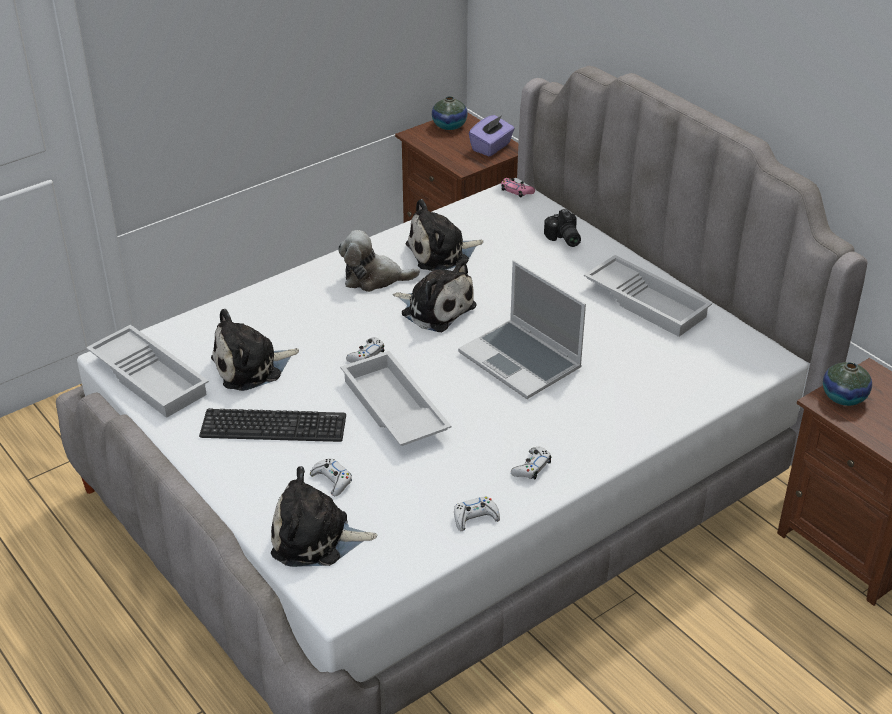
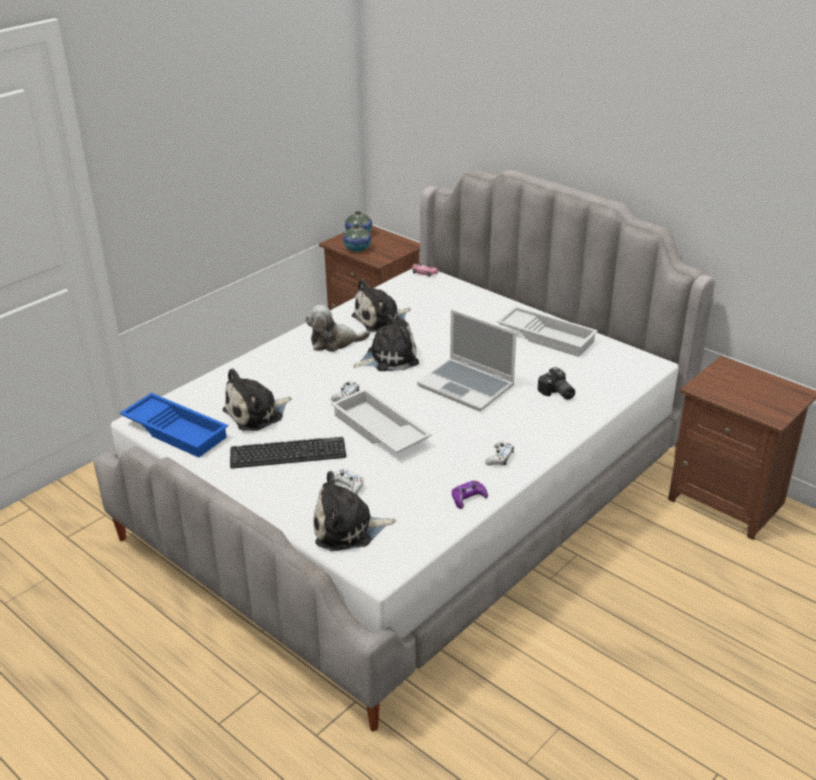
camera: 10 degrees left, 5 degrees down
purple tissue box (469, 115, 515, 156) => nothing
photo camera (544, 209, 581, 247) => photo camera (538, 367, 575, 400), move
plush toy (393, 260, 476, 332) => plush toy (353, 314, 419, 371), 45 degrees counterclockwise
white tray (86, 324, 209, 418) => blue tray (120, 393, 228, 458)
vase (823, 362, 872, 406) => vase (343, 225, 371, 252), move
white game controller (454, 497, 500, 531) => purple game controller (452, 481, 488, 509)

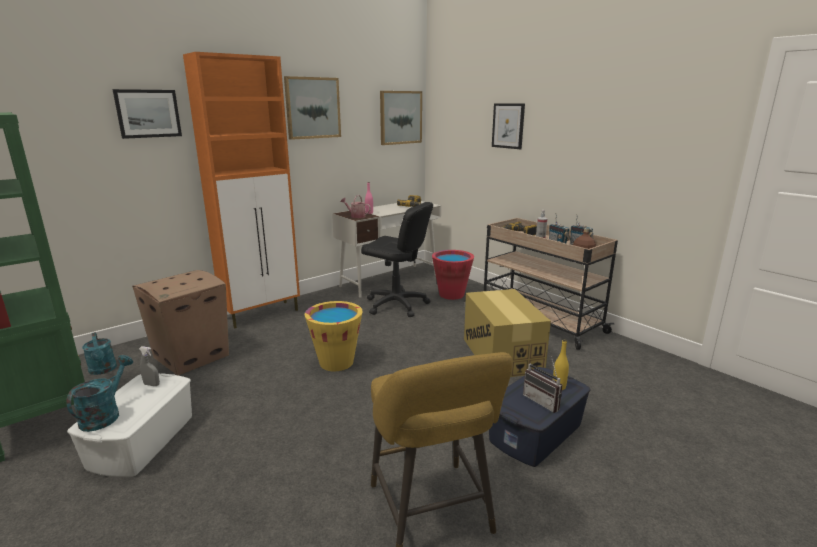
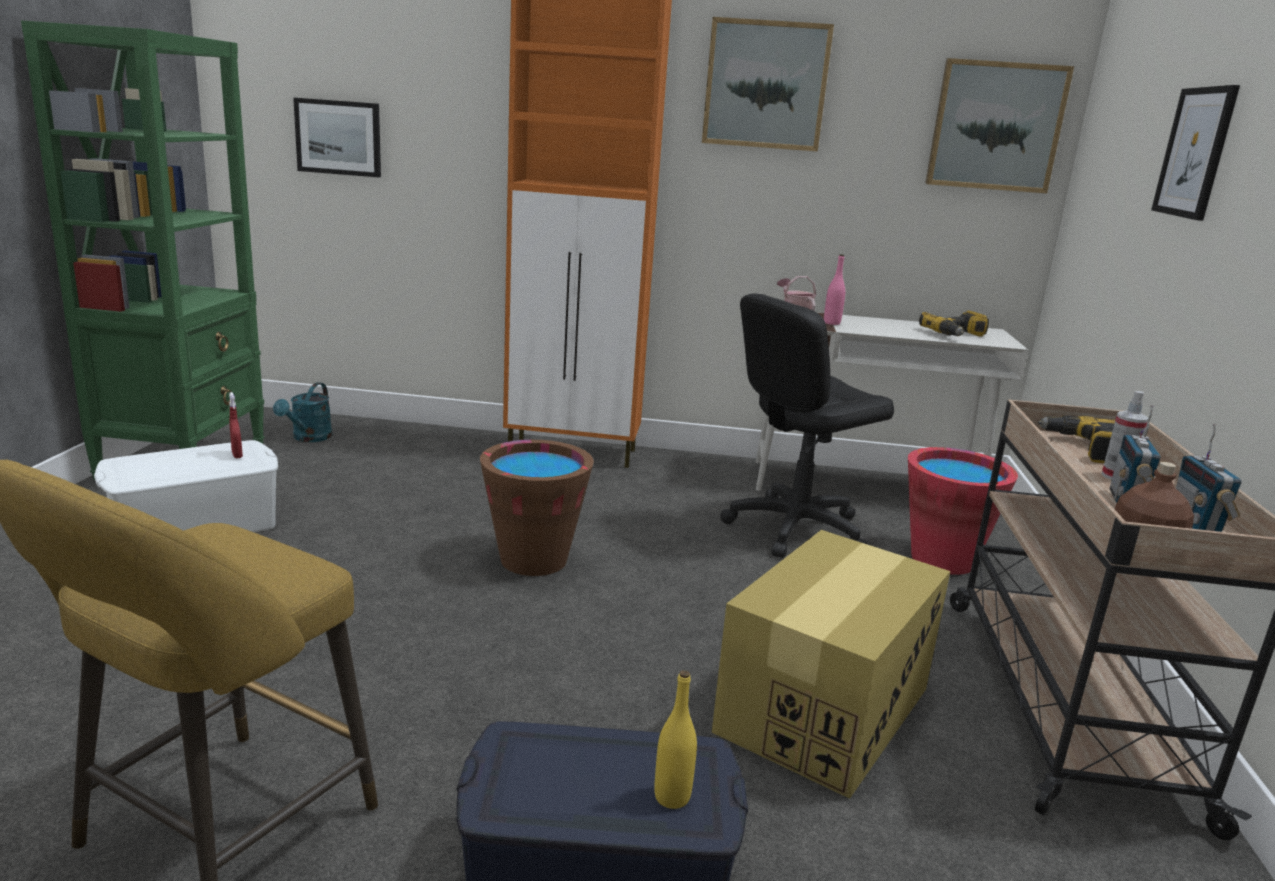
camera: 45 degrees right, 0 degrees up
picture (112, 89, 182, 139) => picture (293, 98, 381, 177), move
black office chair (361, 202, 433, 317) => black office chair (720, 293, 894, 558), 75 degrees clockwise
cardboard box (132, 270, 229, 376) => nothing
yellow bucket (305, 301, 363, 371) => brown bucket (480, 440, 594, 576)
grey spray bottle (139, 346, 160, 386) => red spray bottle (229, 392, 243, 458)
turquoise watering can (66, 355, 133, 432) => nothing
radio (523, 356, 562, 413) => nothing

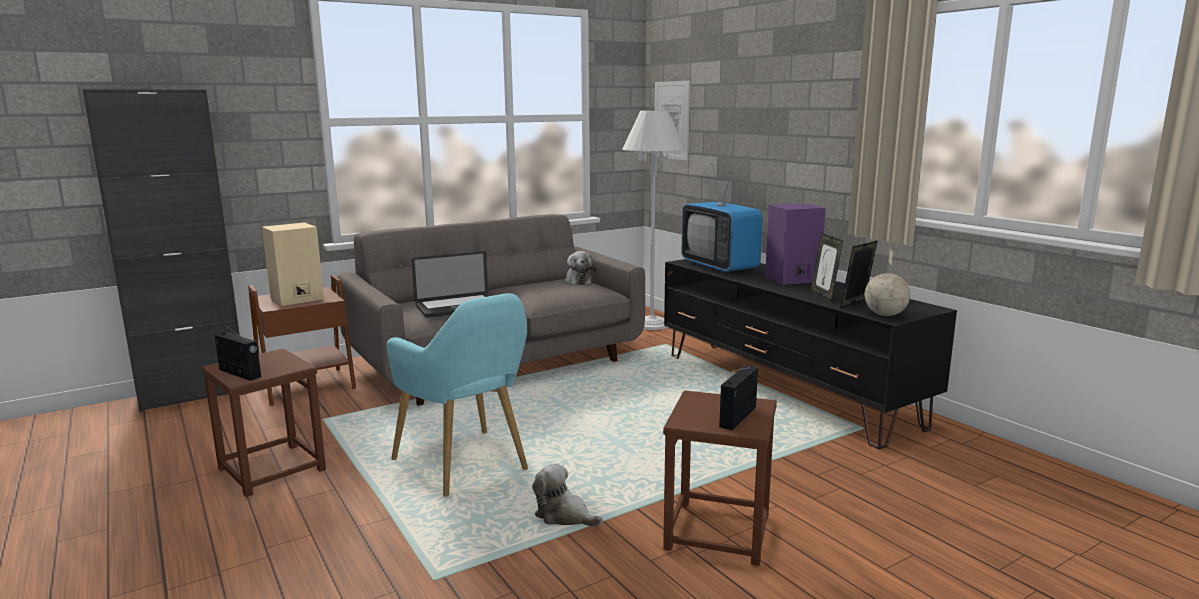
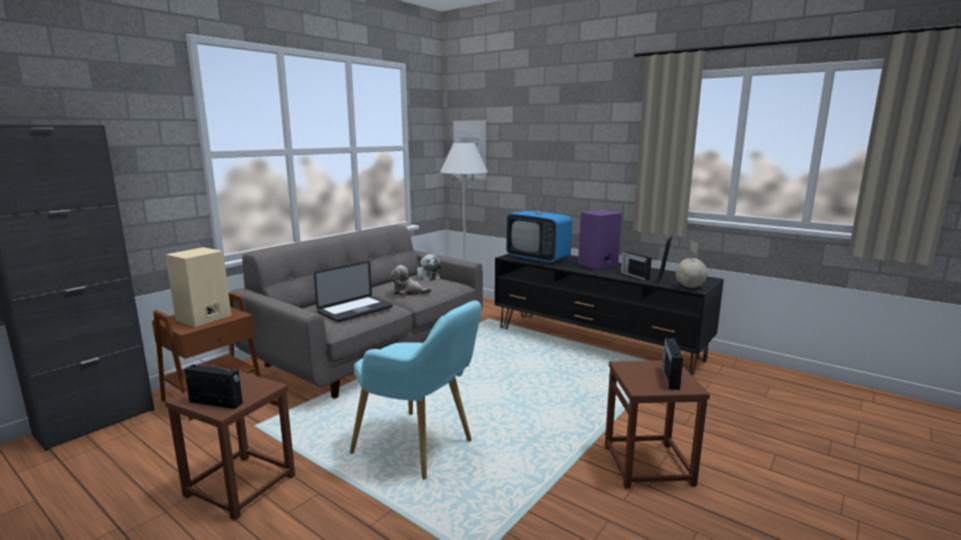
camera: 20 degrees left, 0 degrees up
picture frame (810, 233, 843, 302) => radio (621, 251, 652, 280)
plush toy (532, 463, 603, 527) => plush toy (391, 265, 432, 296), move

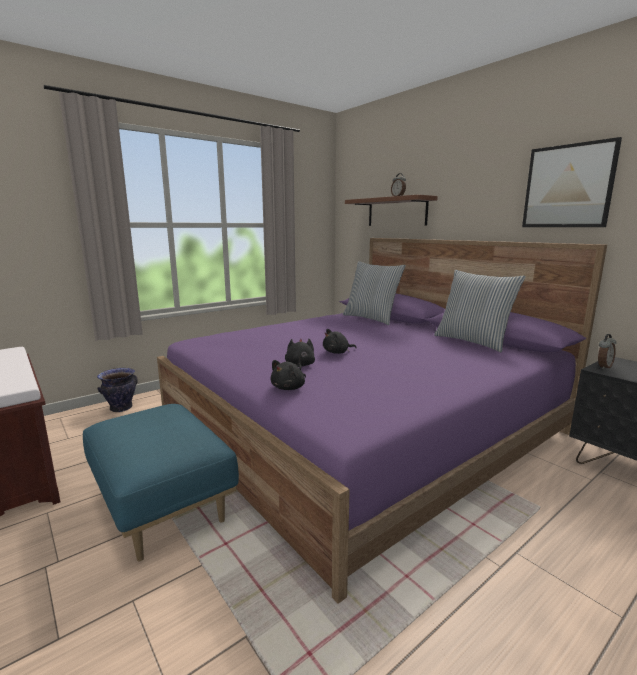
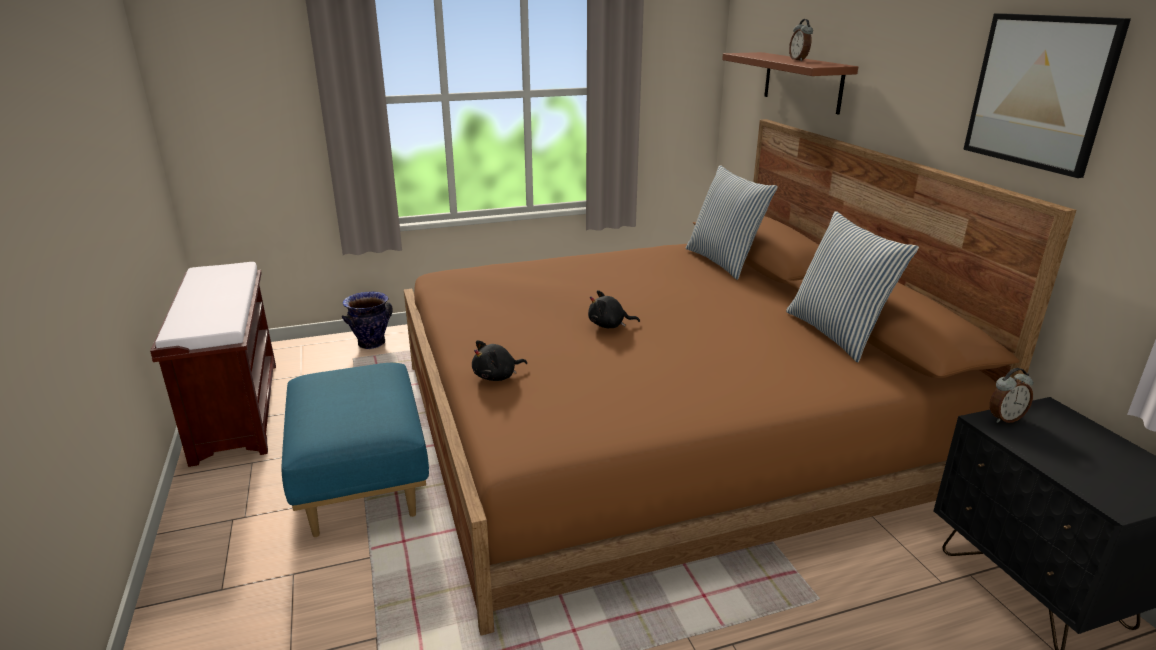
camera: 20 degrees right, 10 degrees up
purple bed (157, 238, 607, 604) => brown bed (404, 119, 1076, 636)
black plush toy (285, 339, 315, 370) => nothing

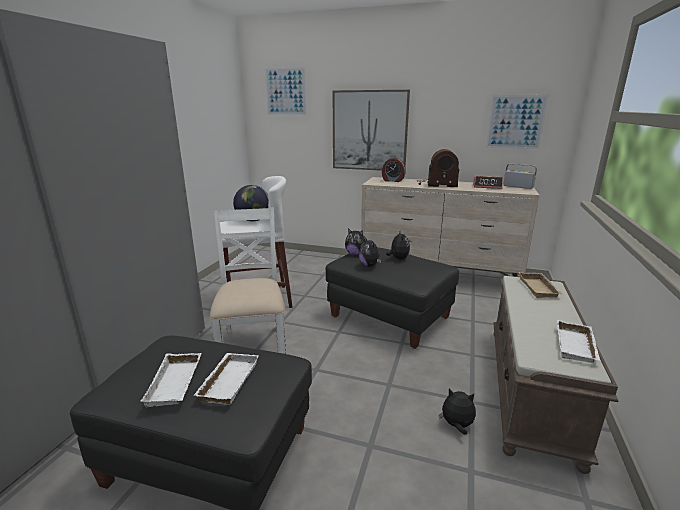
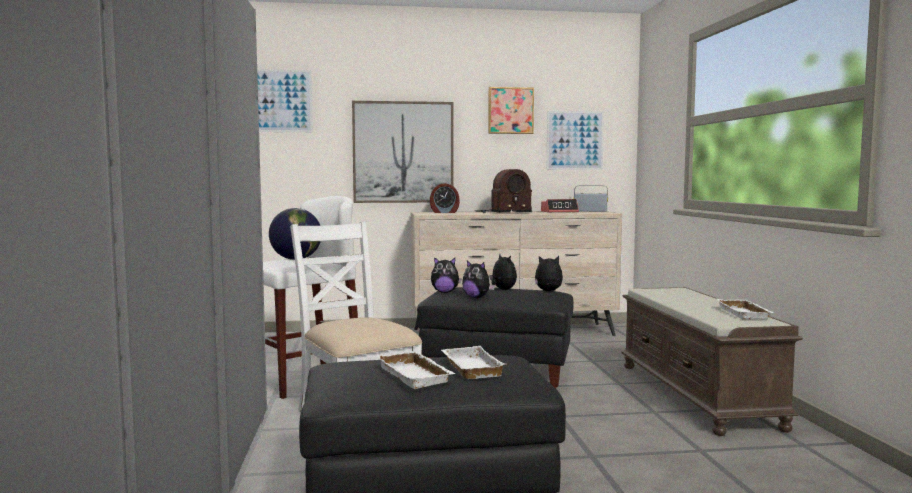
camera: 25 degrees left, 15 degrees down
beige tray (519, 272, 562, 298) => nothing
plush toy (439, 389, 476, 434) => plush toy (535, 256, 563, 291), move
nothing => picture (488, 87, 534, 134)

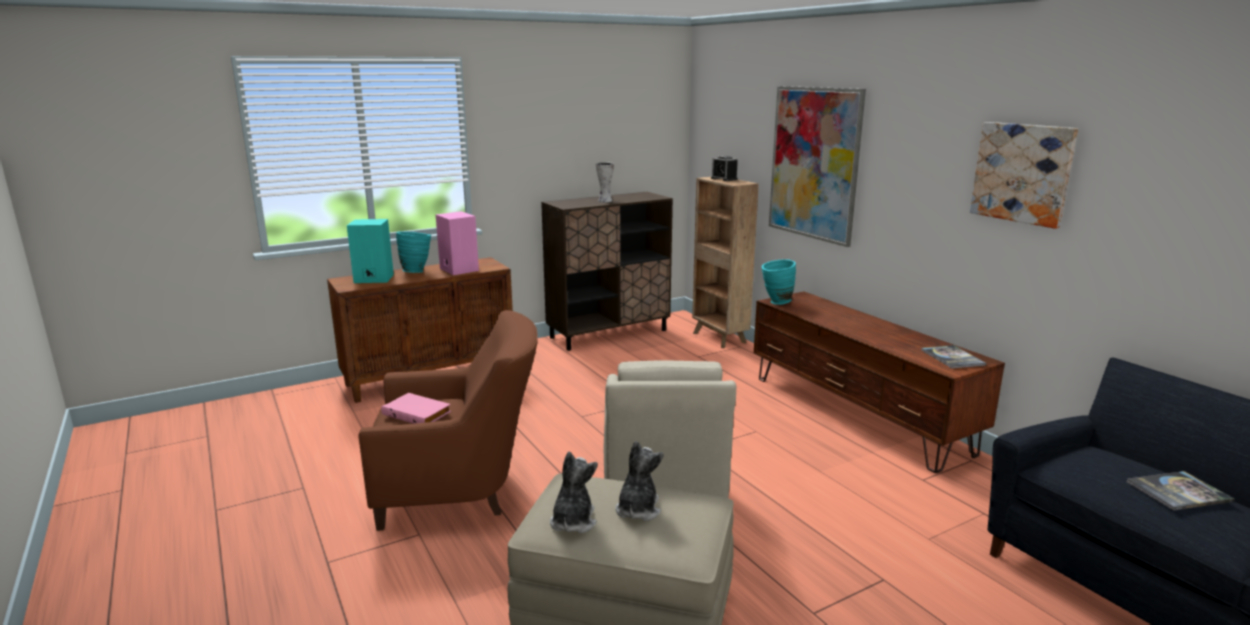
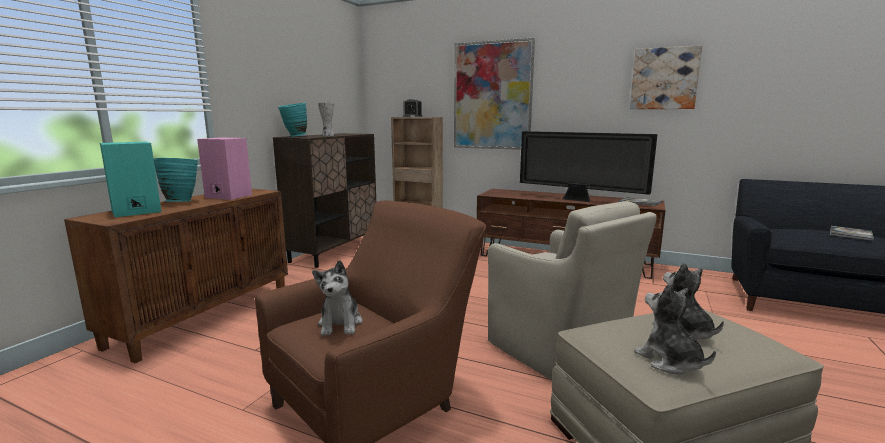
camera: 35 degrees left, 5 degrees down
turquoise vase (762, 260, 796, 305) => turquoise vase (278, 103, 307, 137), move
pink book (381, 393, 451, 424) => plush toy (312, 260, 363, 336)
nothing => television (520, 131, 657, 202)

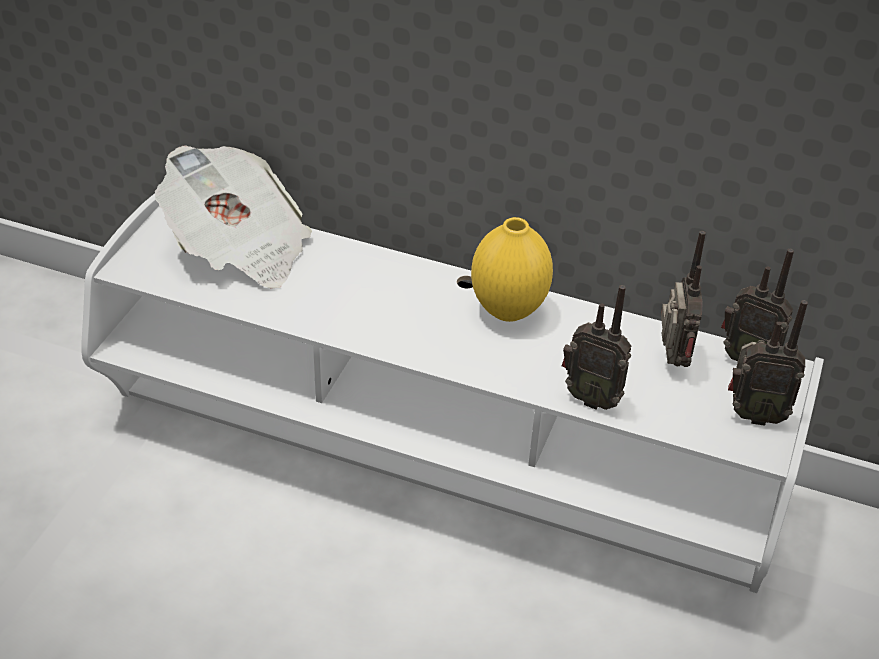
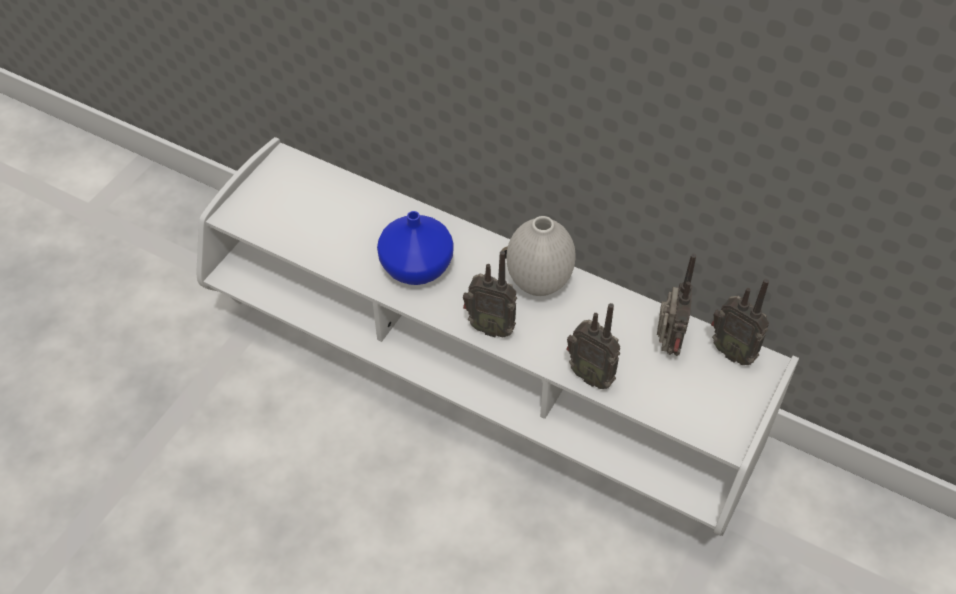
camera: 10 degrees right, 10 degrees up
newspaper (155, 145, 312, 289) => nothing
yellow vase (471, 217, 553, 322) => white vase (506, 216, 576, 296)
radio (728, 300, 808, 426) => radio (463, 251, 517, 338), move
nothing => blue vase (377, 211, 454, 285)

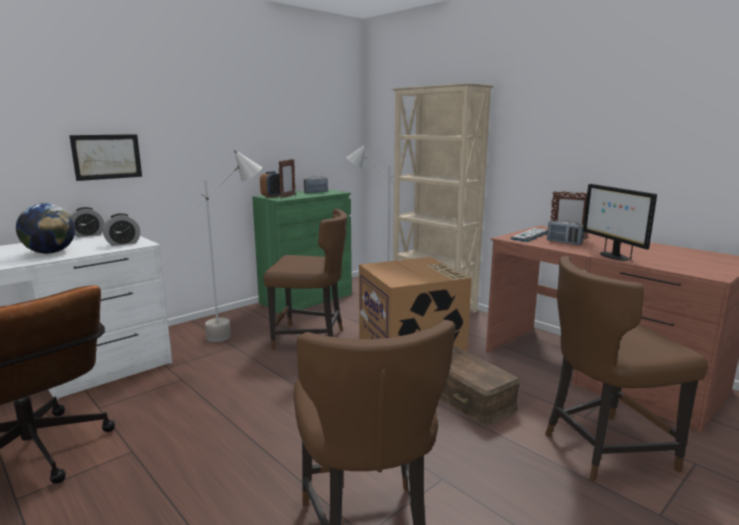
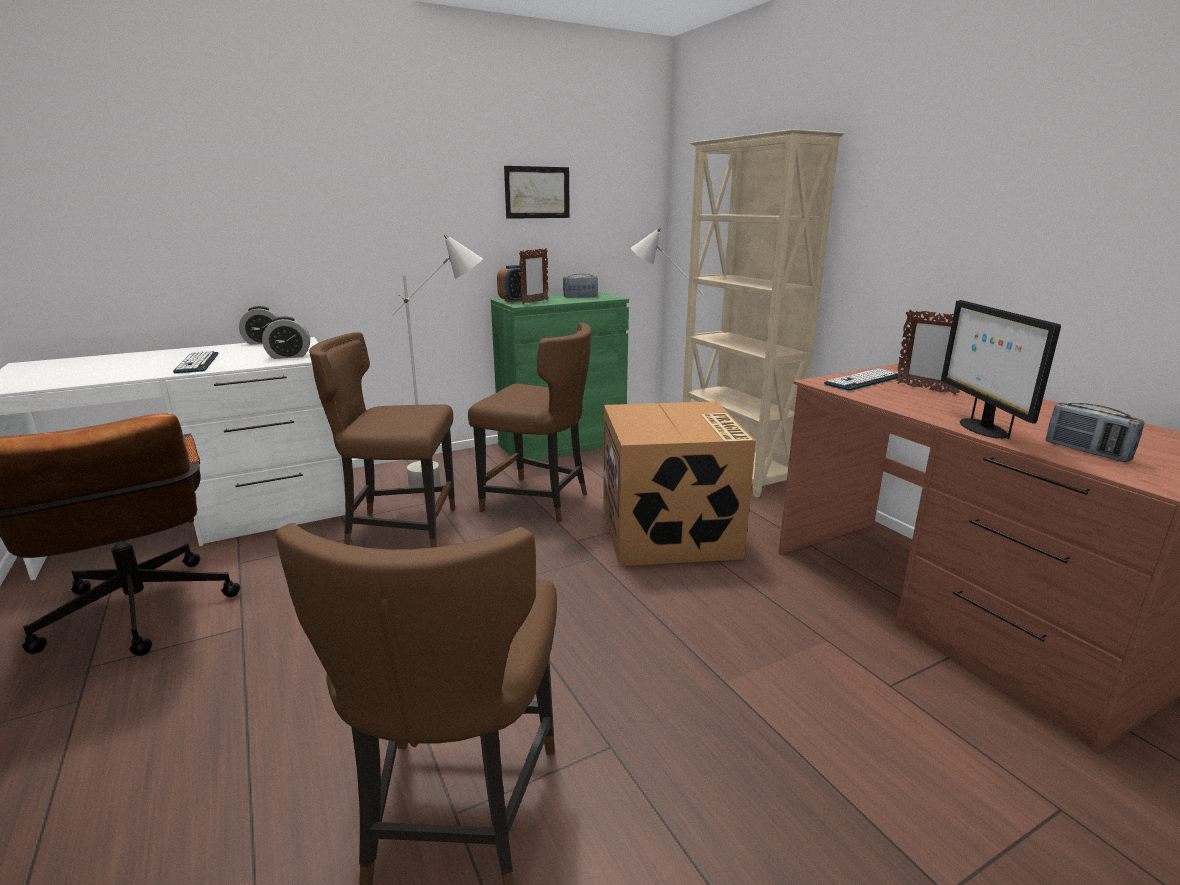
camera: 15 degrees right, 5 degrees up
picture (69, 134, 142, 181) => picture (504, 166, 570, 219), move
globe (16, 203, 75, 254) => keyboard (173, 351, 219, 374)
radio (547, 220, 584, 245) => radio (1046, 402, 1144, 462), move
brown chair (545, 256, 708, 482) => brown chair (309, 332, 455, 548), move
brown storage box (440, 345, 521, 425) => nothing

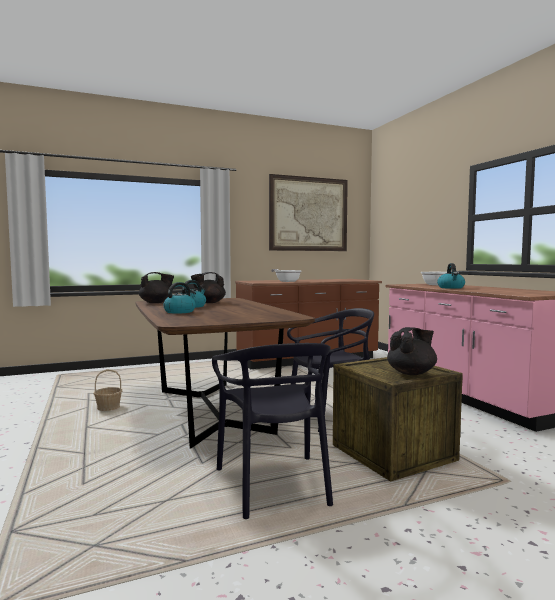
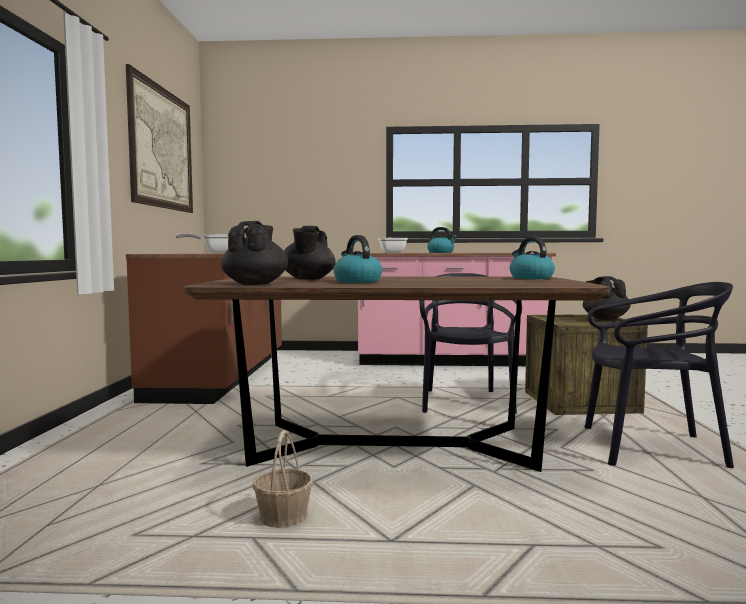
camera: 65 degrees left, 0 degrees up
kettle (163, 282, 196, 314) => kettle (510, 237, 555, 279), move

